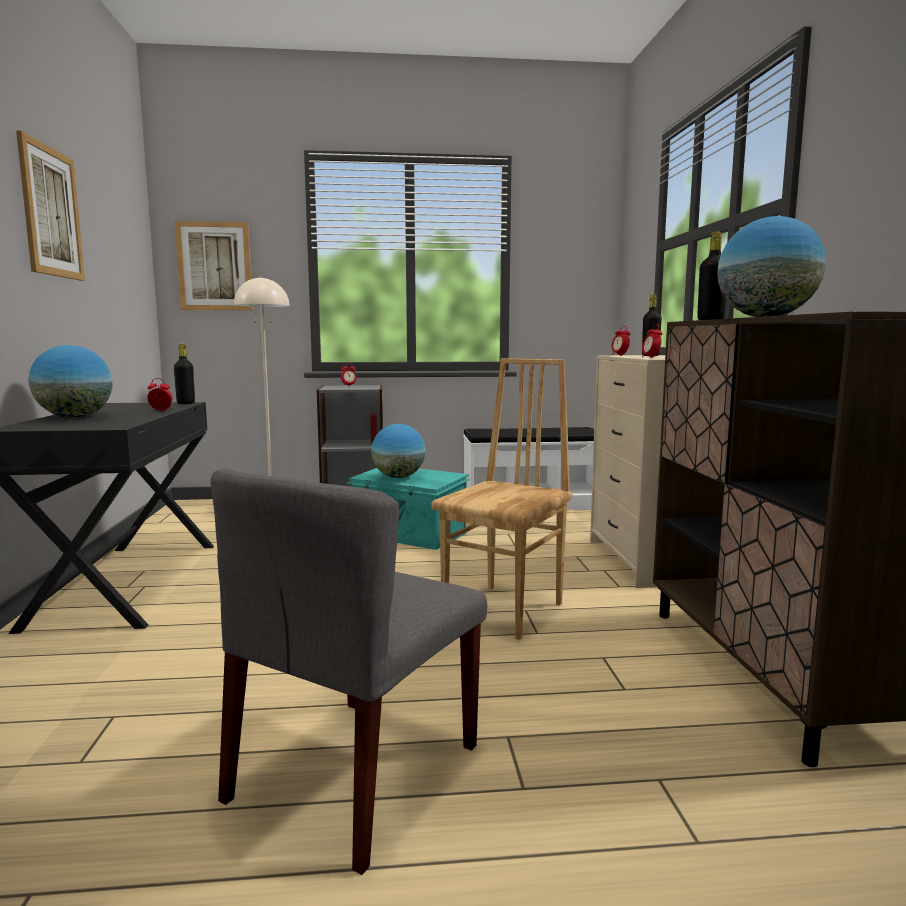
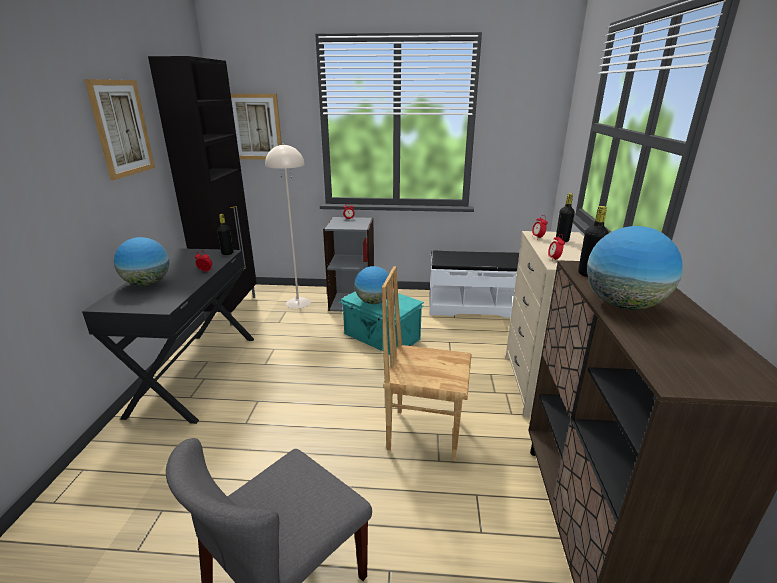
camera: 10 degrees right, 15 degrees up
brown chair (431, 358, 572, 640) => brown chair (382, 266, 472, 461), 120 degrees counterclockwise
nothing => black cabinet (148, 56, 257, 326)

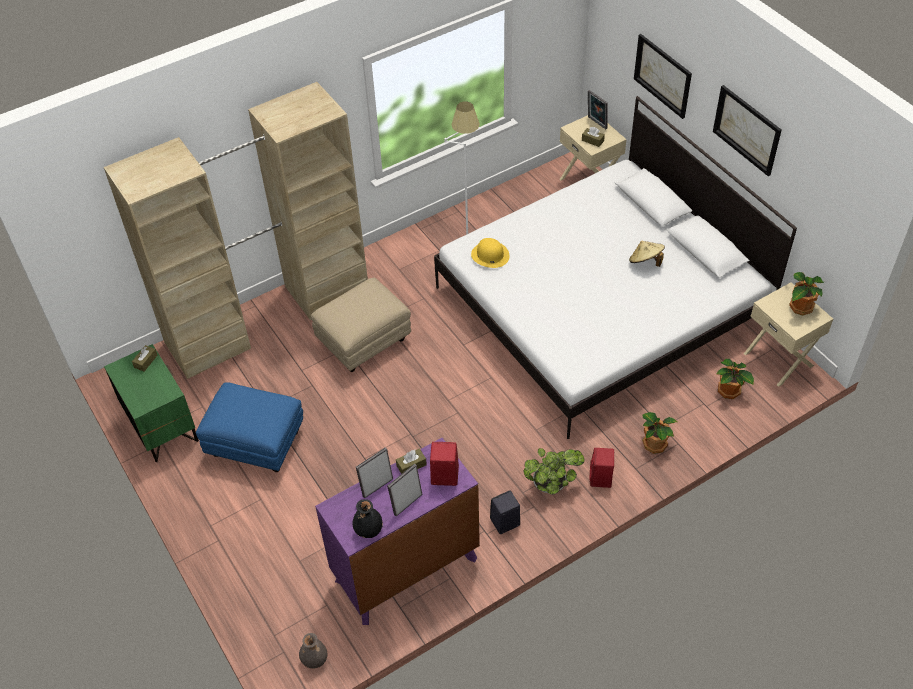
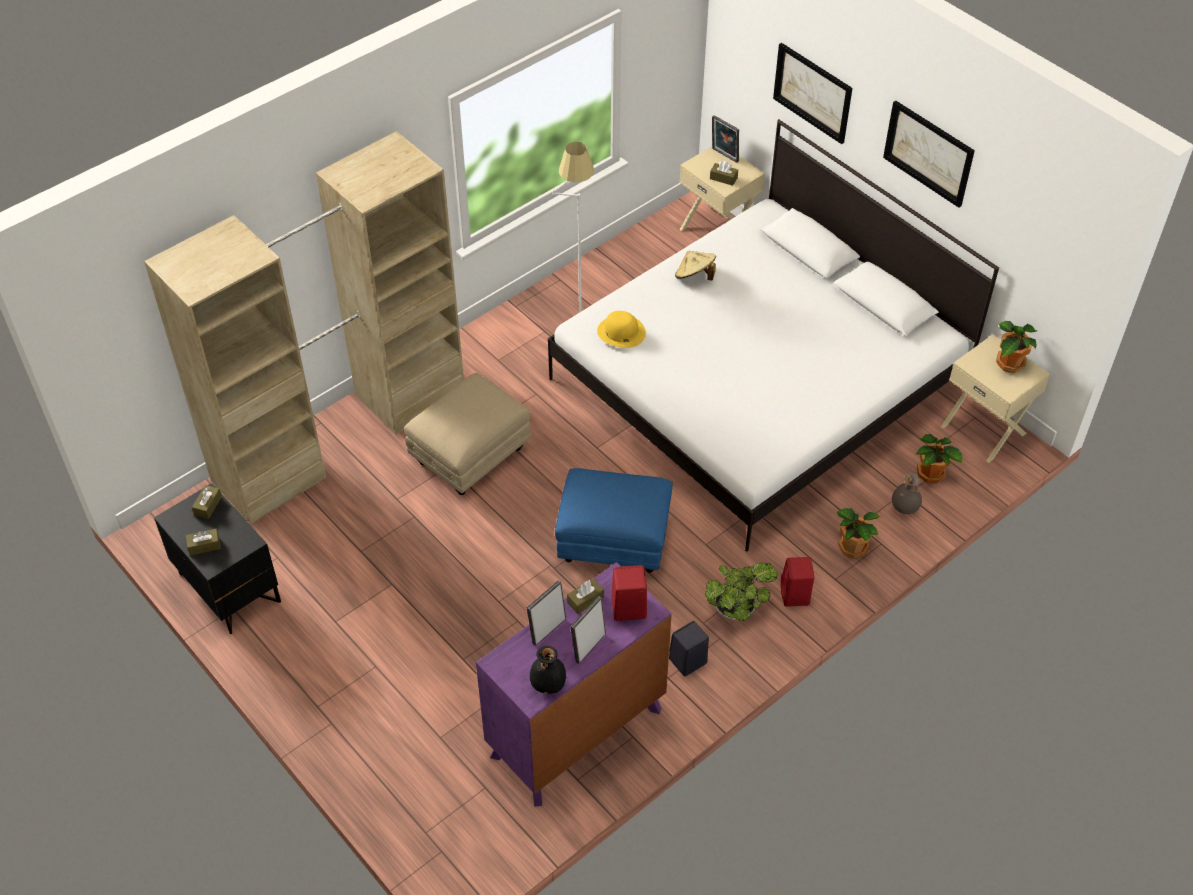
camera: 10 degrees left, 0 degrees up
beige hat (629, 241, 665, 267) => beige hat (675, 251, 716, 281), move
green nightstand (104, 344, 199, 462) => black nightstand (154, 483, 281, 634)
blue ottoman (196, 382, 303, 472) => blue ottoman (555, 468, 673, 573), move
grey vase (299, 633, 328, 668) => grey vase (891, 473, 922, 514), move
nothing => brown tissue box (186, 529, 221, 556)

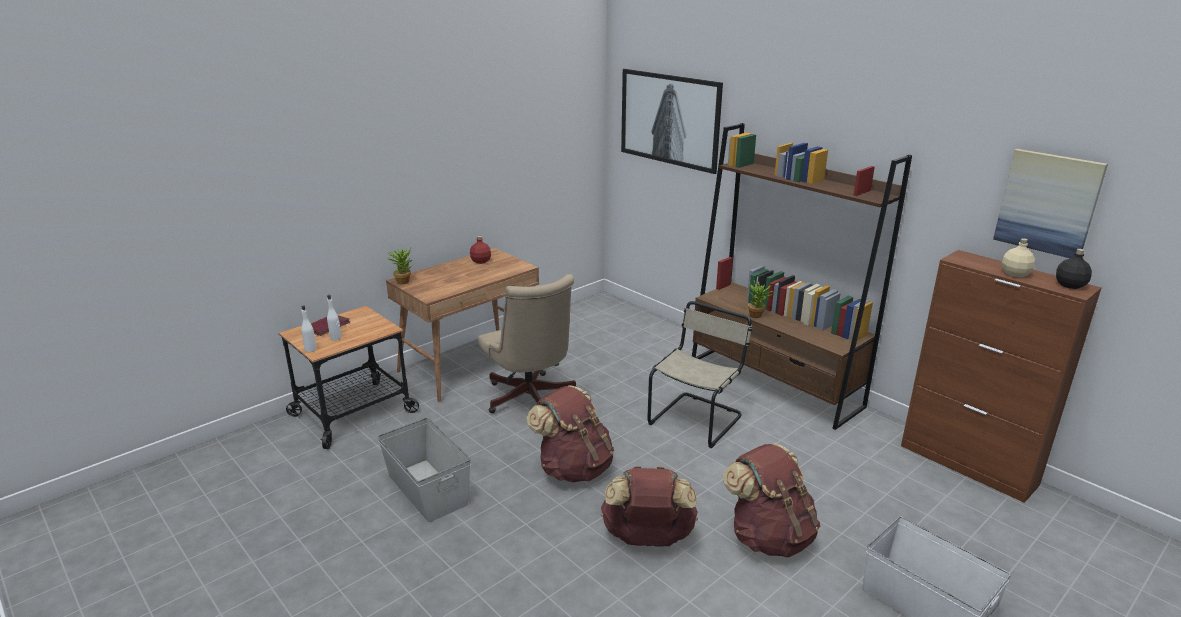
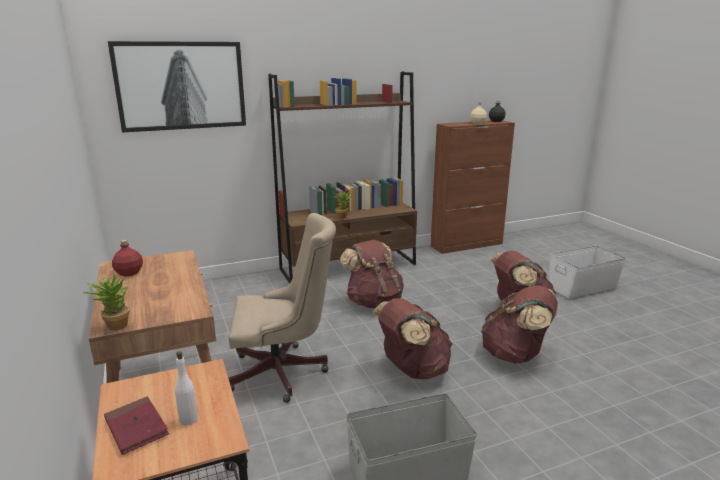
camera: 70 degrees left, 5 degrees down
picture (993, 149, 1108, 258) => nothing
beige chair (647, 301, 752, 448) => brown backpack (340, 240, 404, 308)
white bottle (301, 305, 317, 352) => nothing

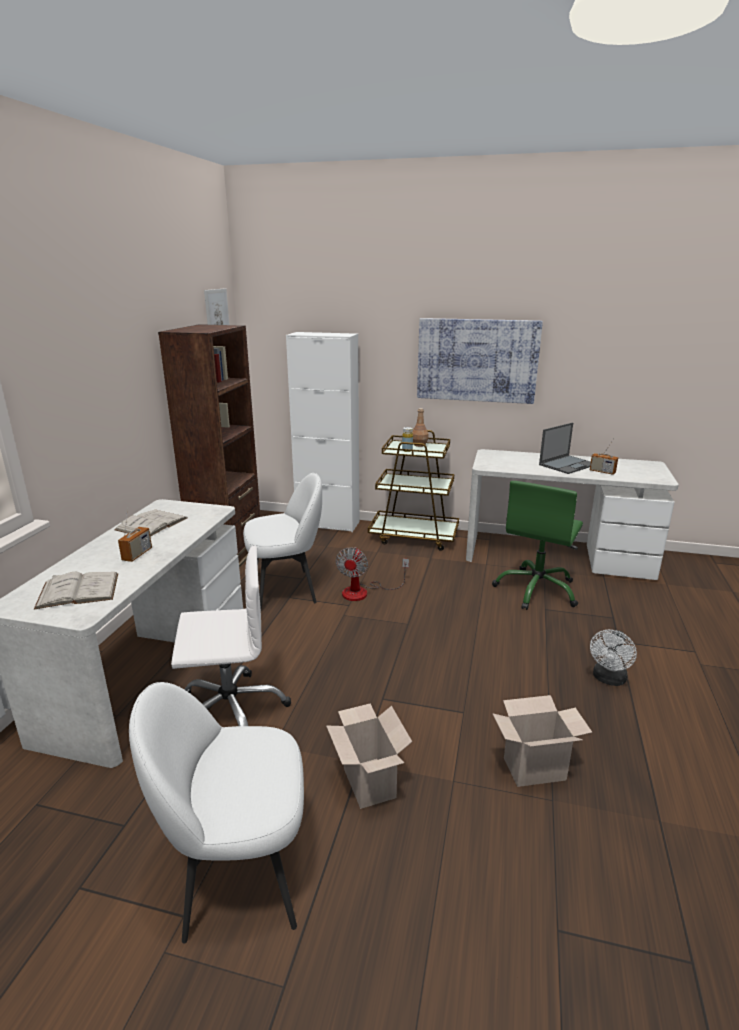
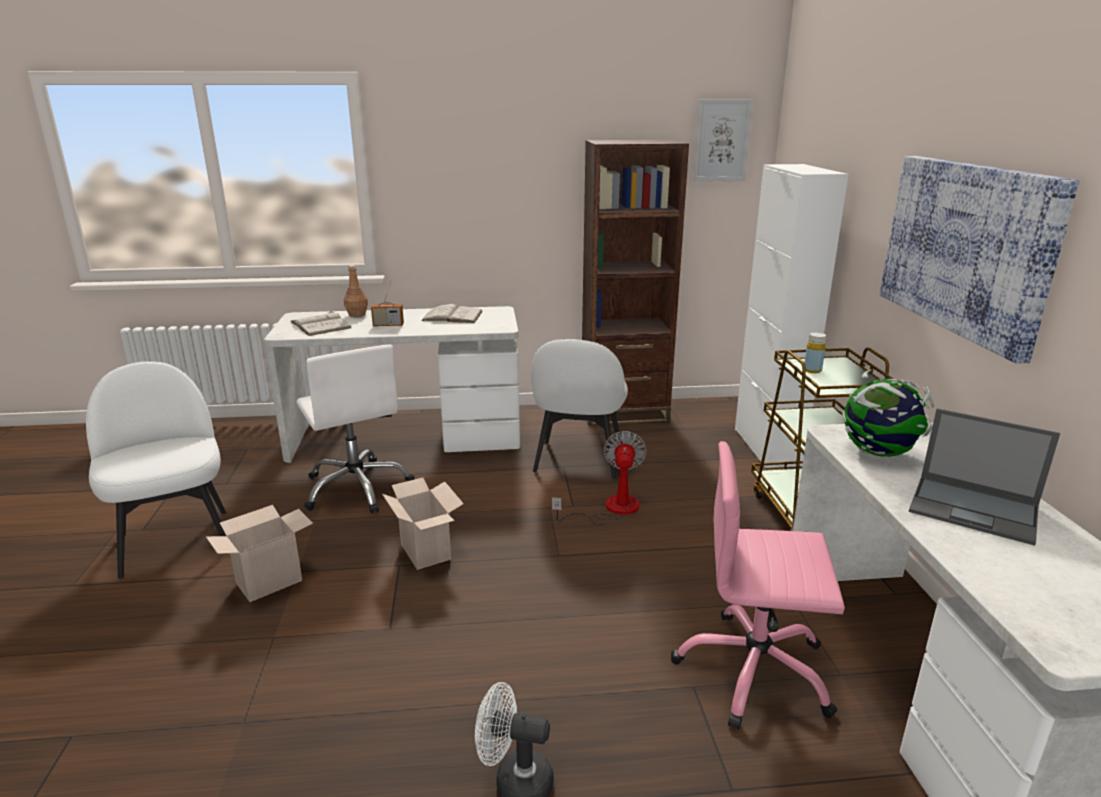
camera: 70 degrees right, 0 degrees up
brown bottle (413, 408, 429, 447) => brown bottle (344, 265, 368, 317), move
radio (590, 438, 618, 475) => nothing
white chair (243, 473, 322, 610) => white chair (531, 339, 628, 479), 45 degrees clockwise
green office chair (492, 481, 583, 610) => pink office chair (671, 441, 845, 729)
fan (336, 547, 409, 601) => fan (552, 431, 647, 525), 105 degrees clockwise
cardboard box (492, 695, 592, 787) => cardboard box (382, 478, 464, 570), move
nothing => globe (842, 369, 934, 457)

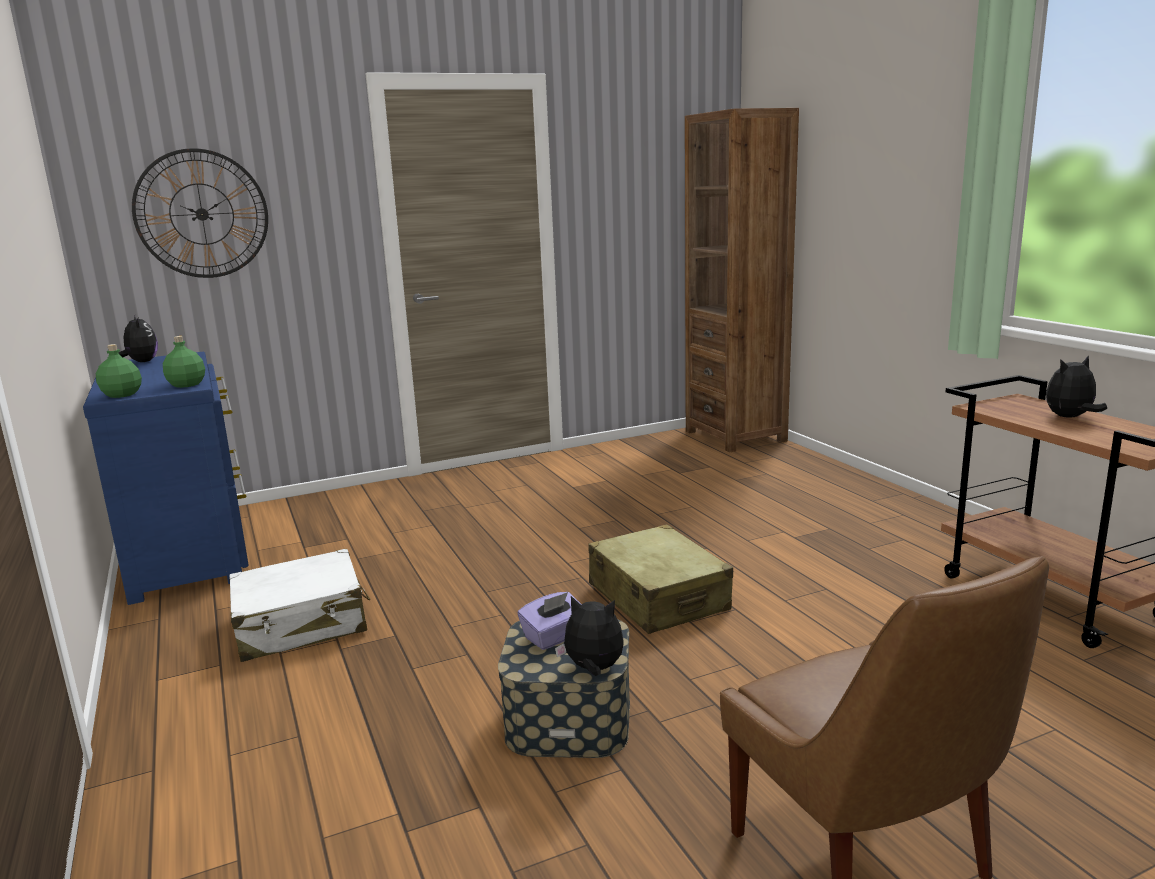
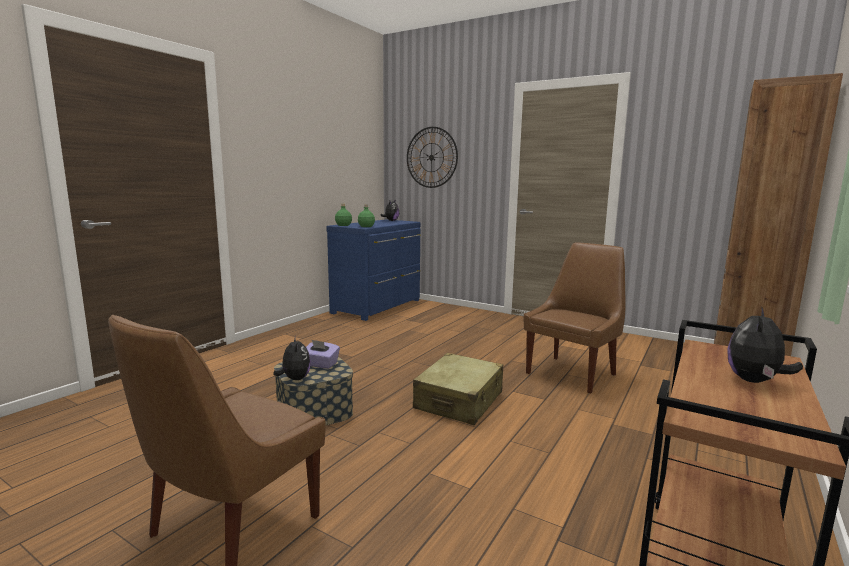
camera: 55 degrees right, 5 degrees down
plush toy (1046, 356, 1107, 417) => plush toy (727, 308, 803, 383), 90 degrees counterclockwise
white suitcase (229, 549, 370, 662) => nothing
nothing => brown chair (524, 242, 625, 393)

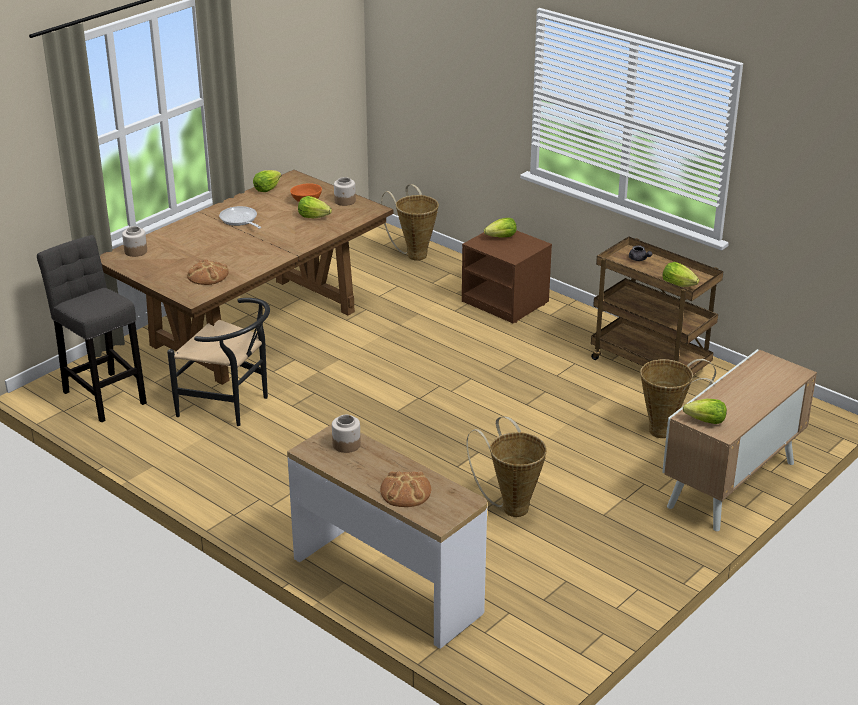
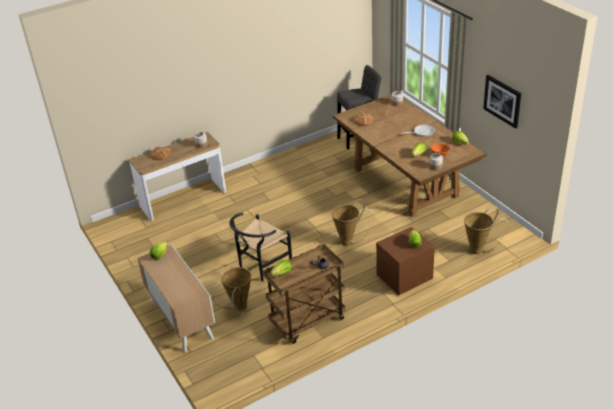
camera: 110 degrees right, 5 degrees up
black chair (167, 298, 270, 426) => black chair (229, 213, 292, 282), move
basket (466, 416, 547, 517) => basket (331, 199, 374, 246), move
nothing => picture (483, 75, 521, 129)

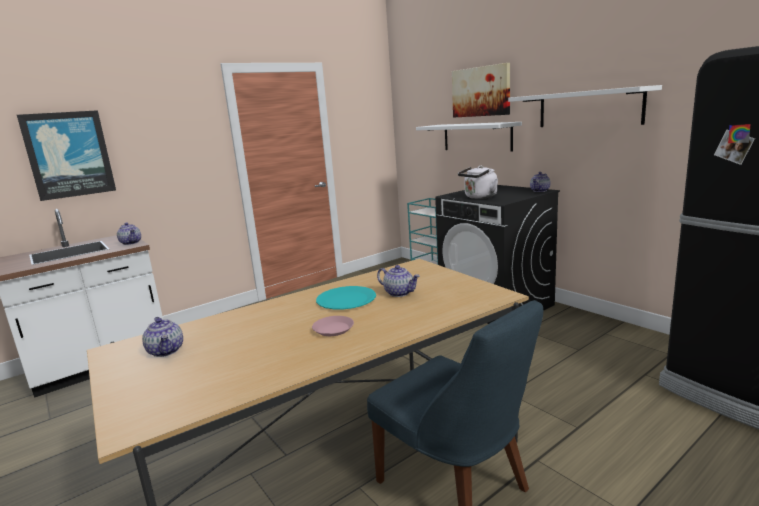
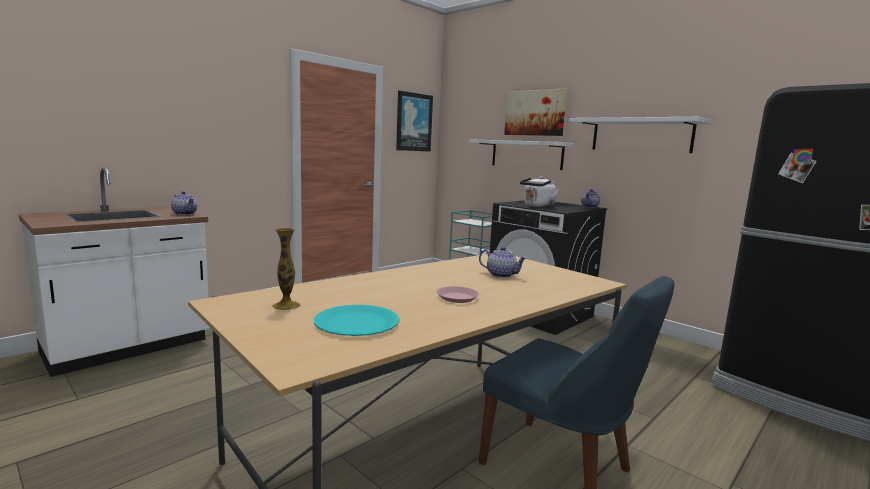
camera: 10 degrees left, 5 degrees down
picture (17, 110, 116, 201) => picture (396, 91, 433, 152), move
turquoise plate (316, 286, 376, 310) => turquoise plate (314, 305, 399, 336), move
teapot (142, 317, 183, 357) => vase (272, 228, 301, 310)

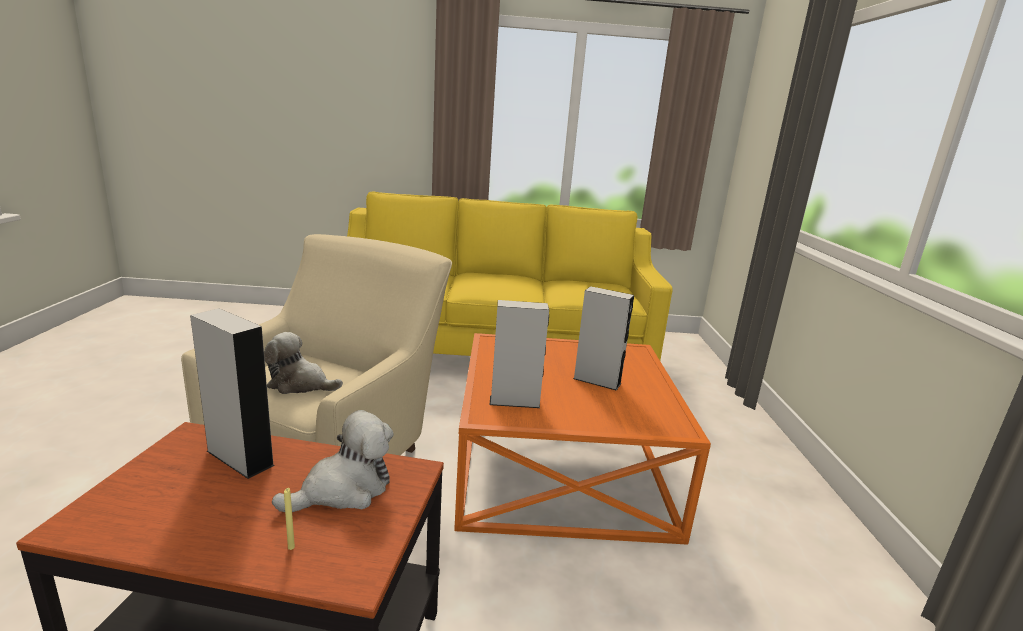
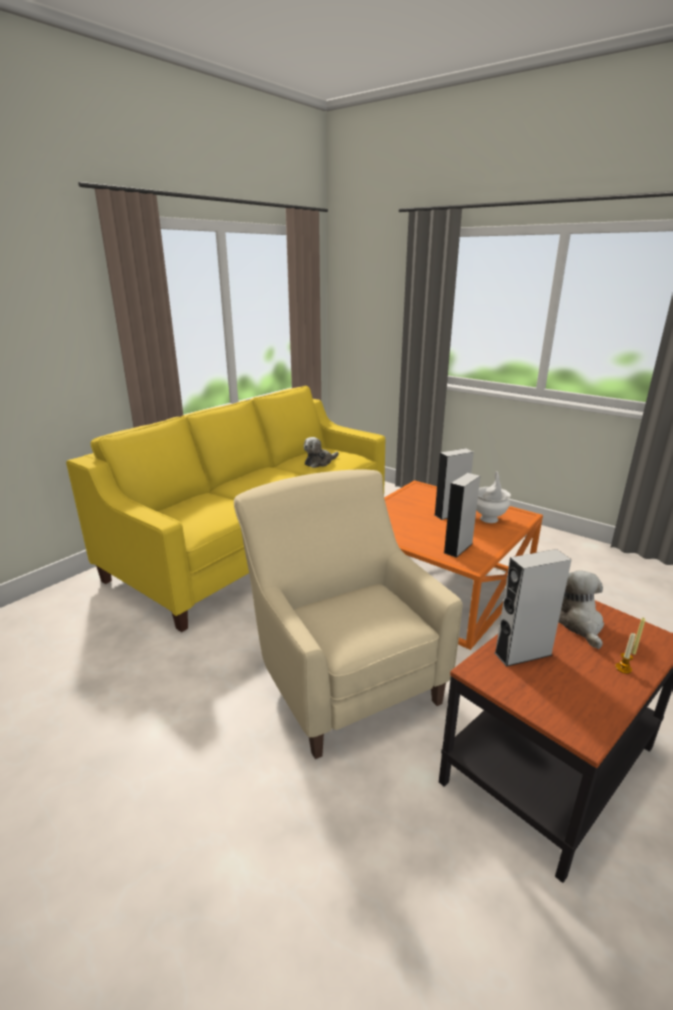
camera: 50 degrees left, 5 degrees up
plush toy (264, 332, 343, 394) => plush toy (304, 437, 339, 468), move
nothing => white vase (476, 471, 511, 523)
nothing => candle (615, 633, 636, 674)

